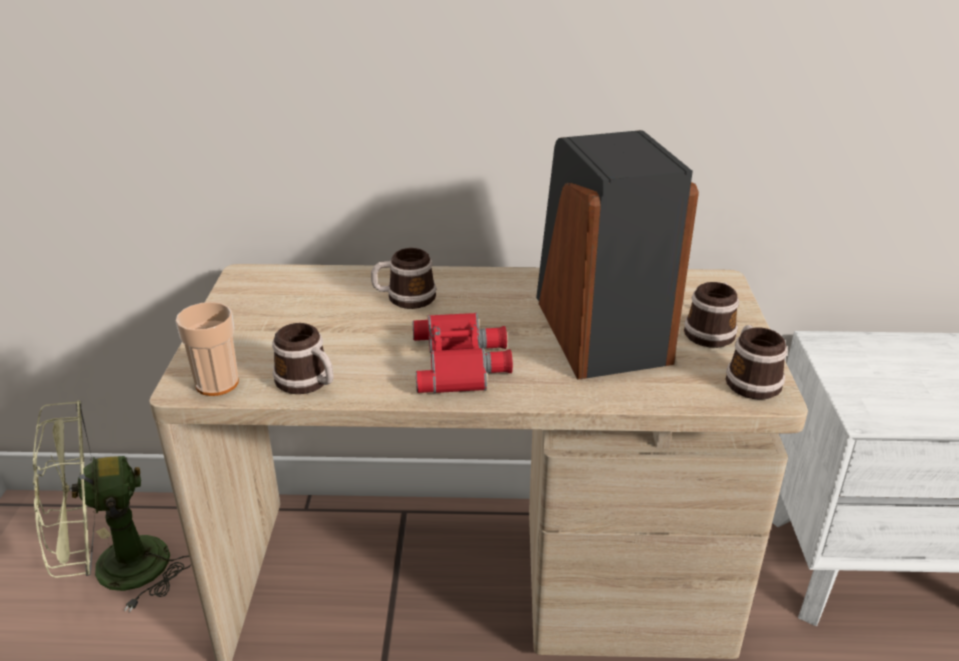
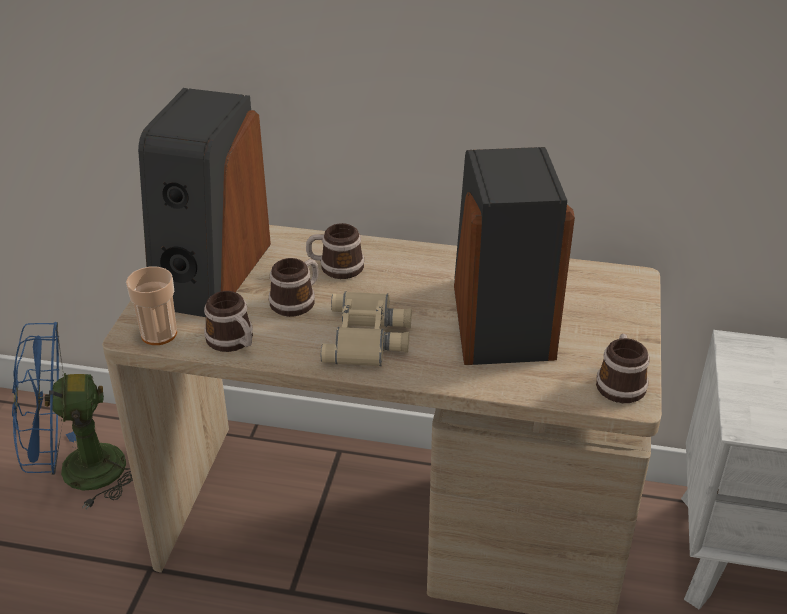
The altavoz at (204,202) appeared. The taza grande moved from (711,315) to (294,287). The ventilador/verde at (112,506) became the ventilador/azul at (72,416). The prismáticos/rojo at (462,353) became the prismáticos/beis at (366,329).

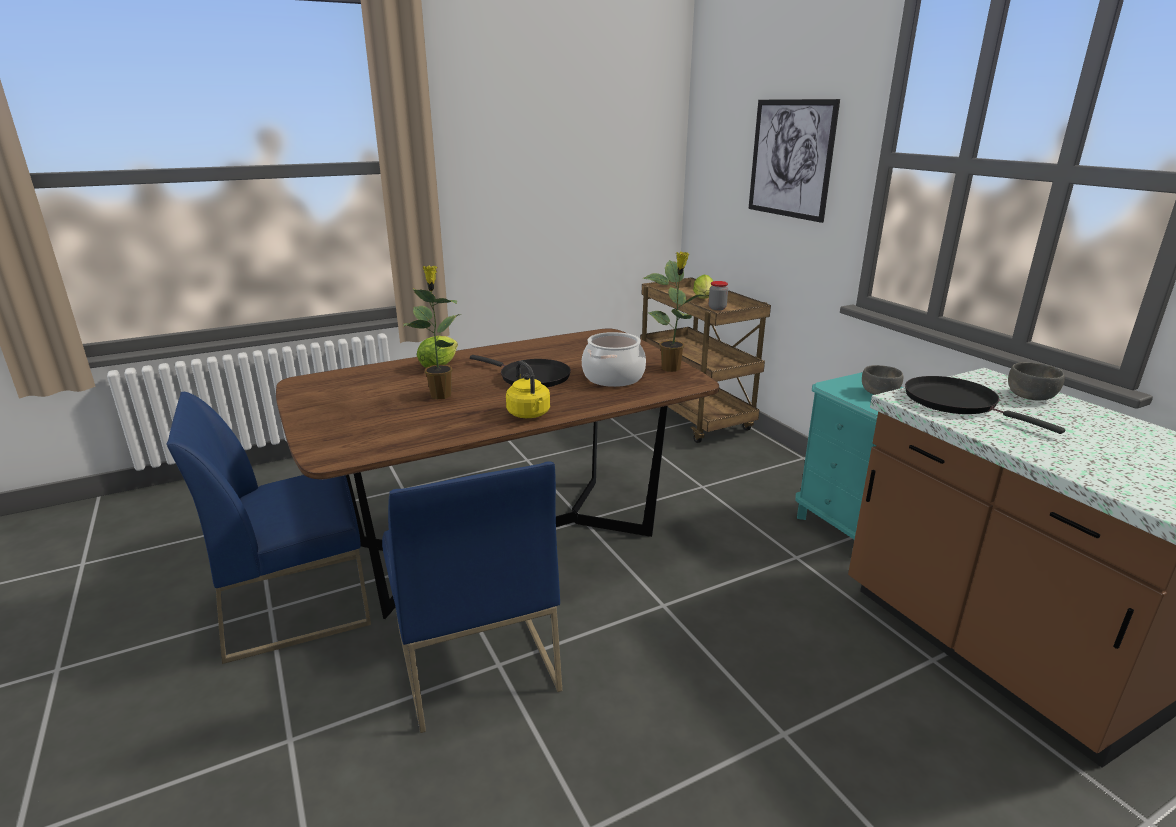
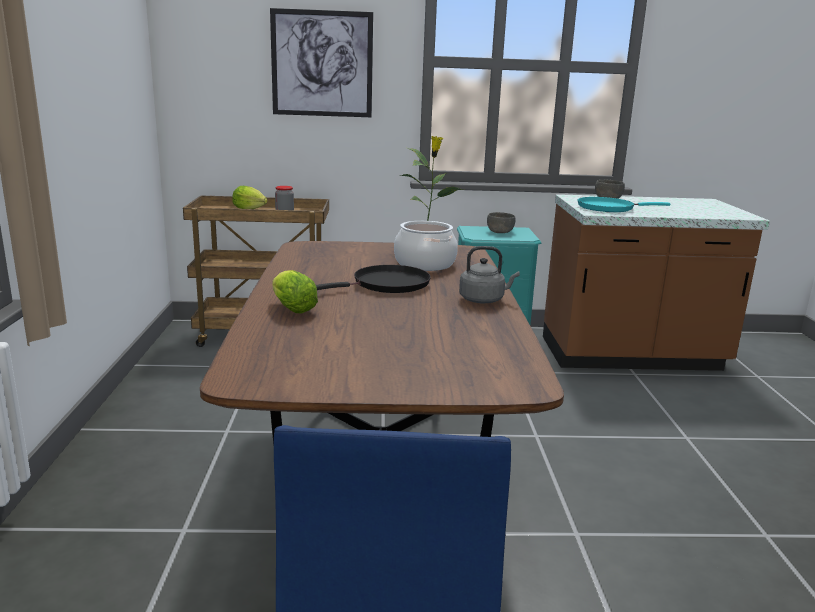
The silla/azul at (472,597) disappeared. The planta en maceta at (432,332) disappeared. The hervidor/amarillo at (528,389) became the hervidor/gris at (489,274). The sartén/negro at (985,405) became the sartén/turquesa at (624,204).

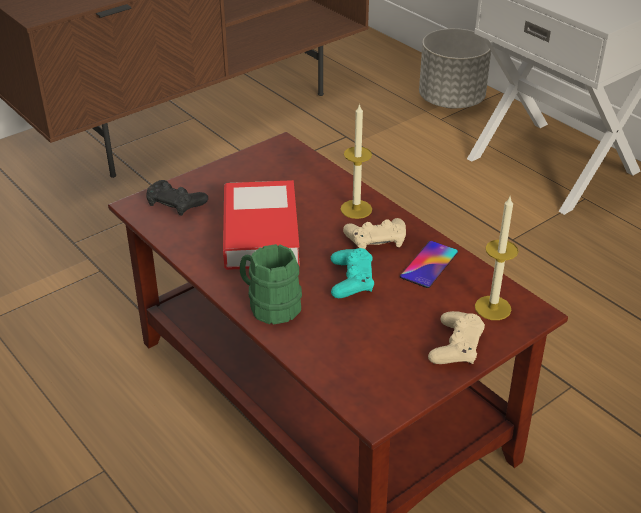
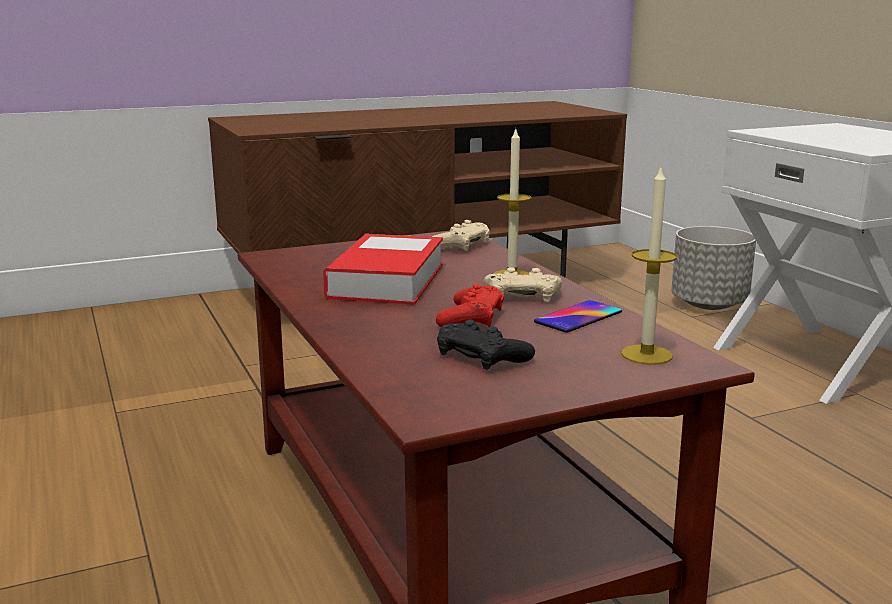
The taza grande/verde at (271,284) disappeared. The mando de consola/negro moved from (177,198) to (486,345). The mando de consola/beis moved from (456,337) to (461,235). The mando de consola/turquesa at (352,273) became the mando de consola/rojo at (470,305).

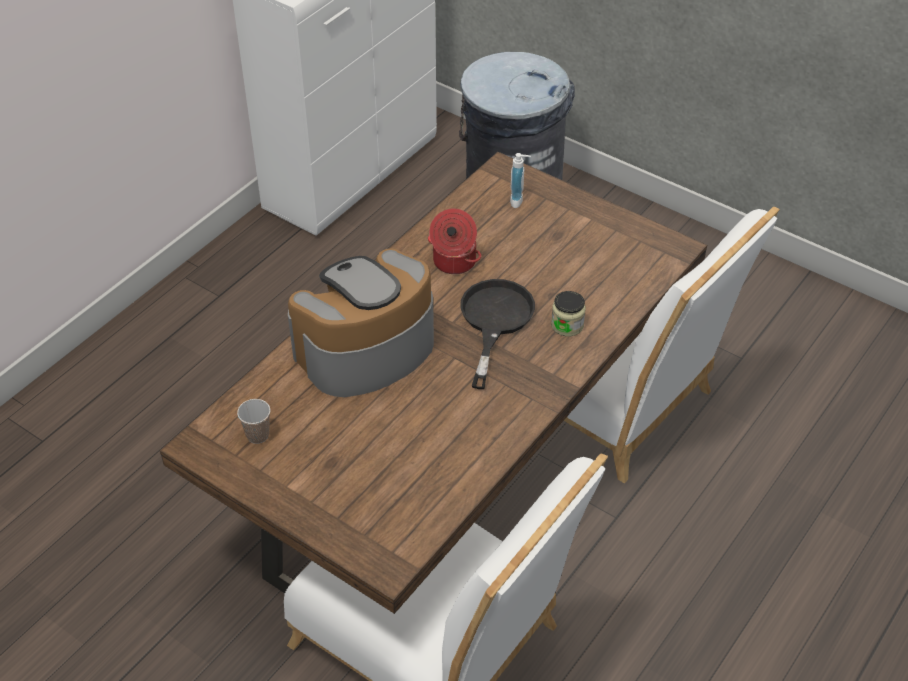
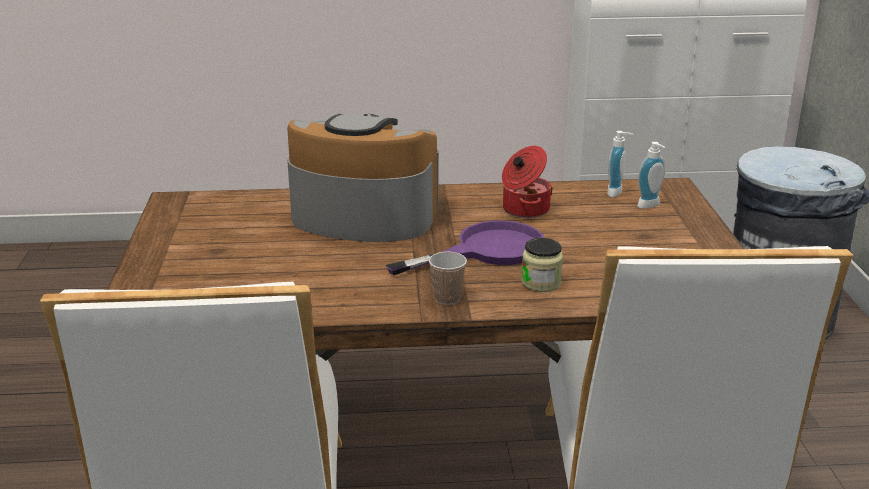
The dispensador de jabón at (620,164) appeared. The taza moved from (253,421) to (448,278). The sartén/negro at (497,334) became the sartén/morado at (465,247).

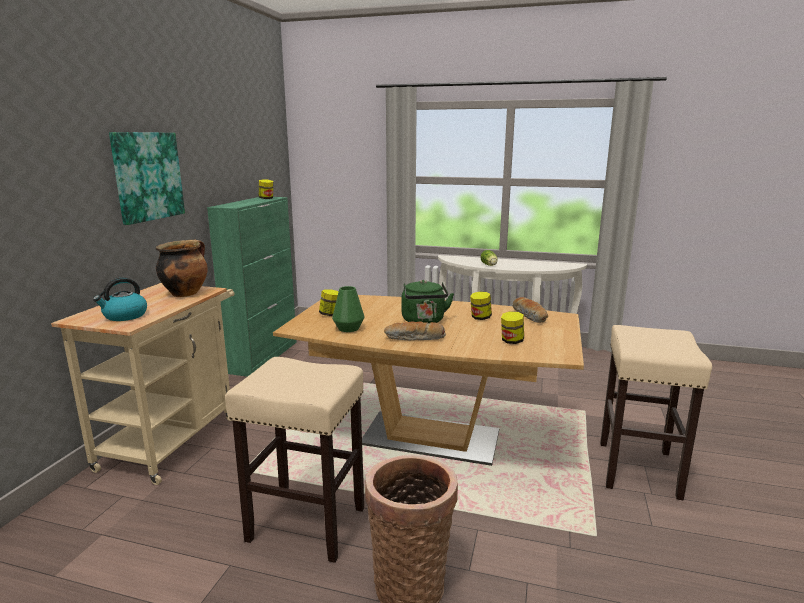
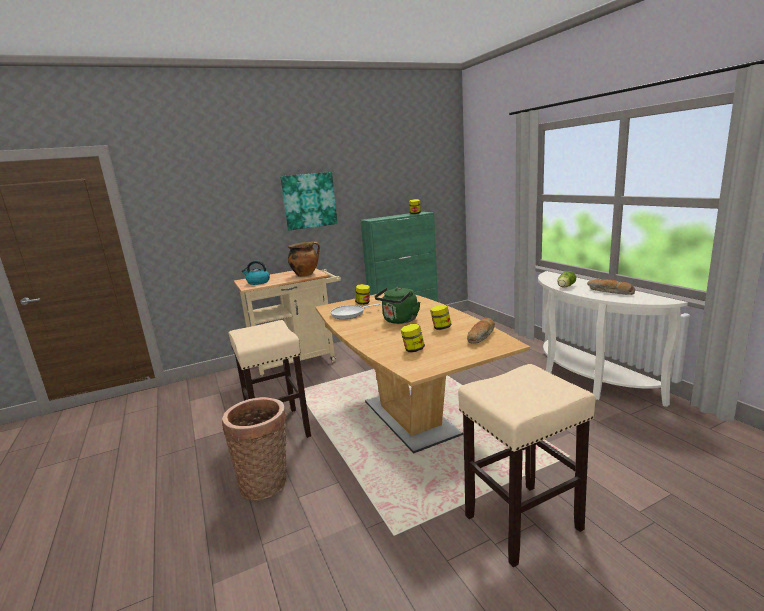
The pan moved from (415,330) to (611,287). The florero/verde at (348,309) was replaced by the sartén at (355,311).

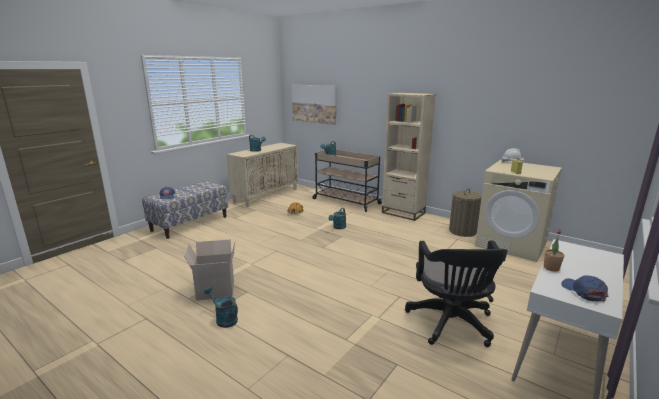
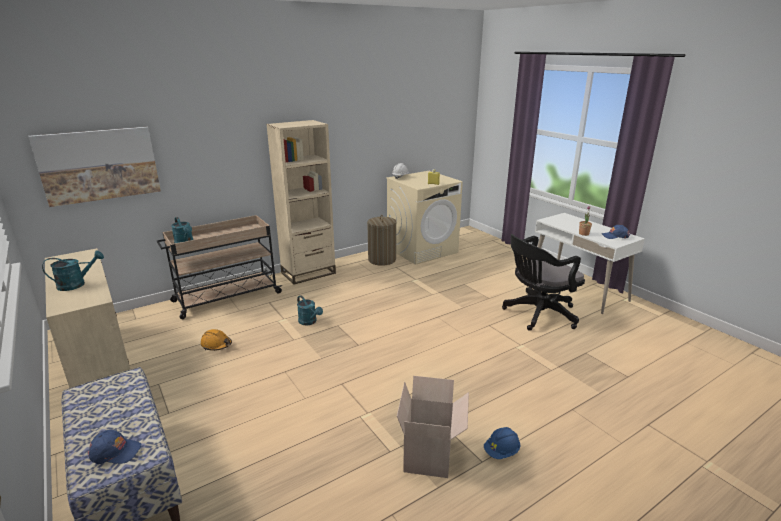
The regadera/turquesa at (221,307) was replaced by the casco/azul at (502,443). The silla de oficina/negro at (456,294) turned 135 degrees clockwise.

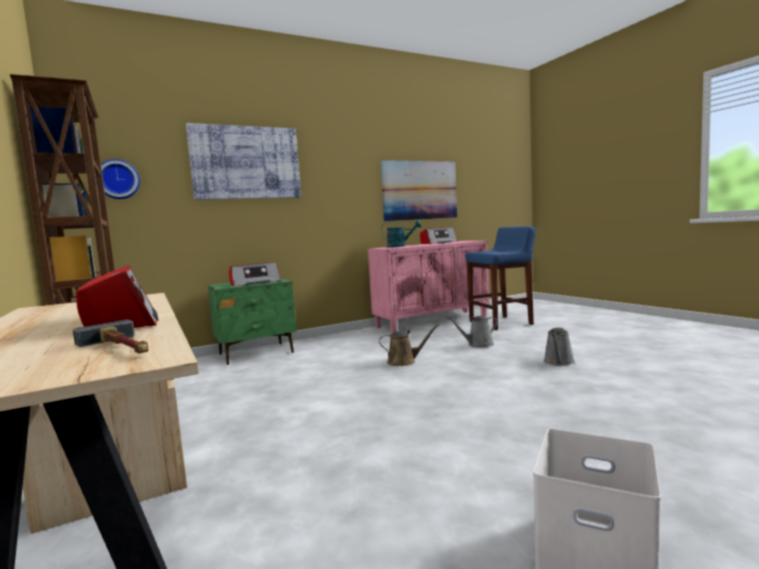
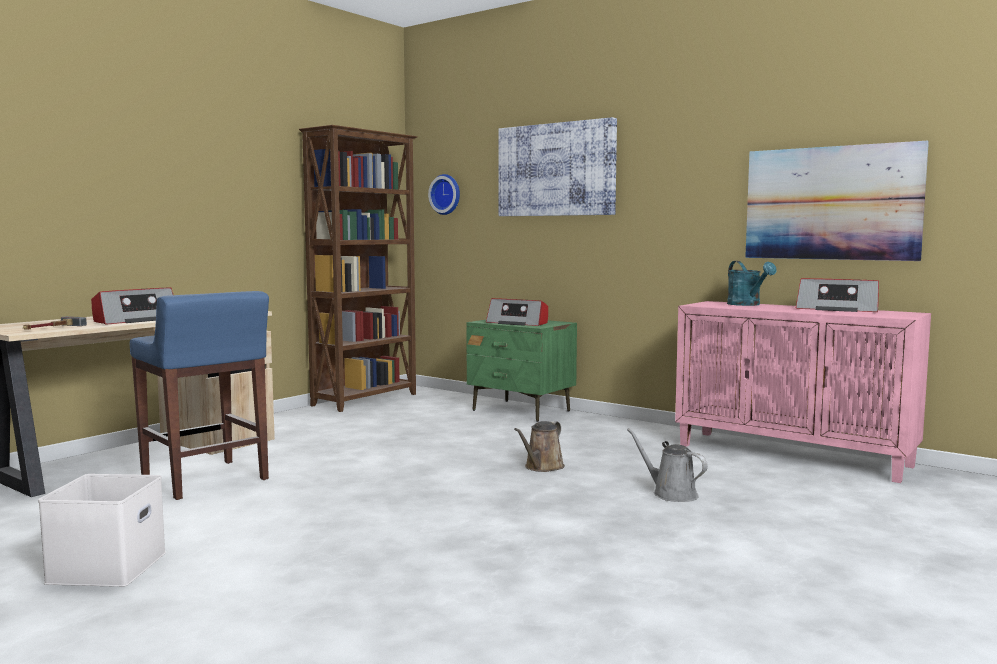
The regadera/gris at (559,346) disappeared. The taburete/azul moved from (500,278) to (199,395). The regadera/marrón at (409,345) turned 60 degrees clockwise.

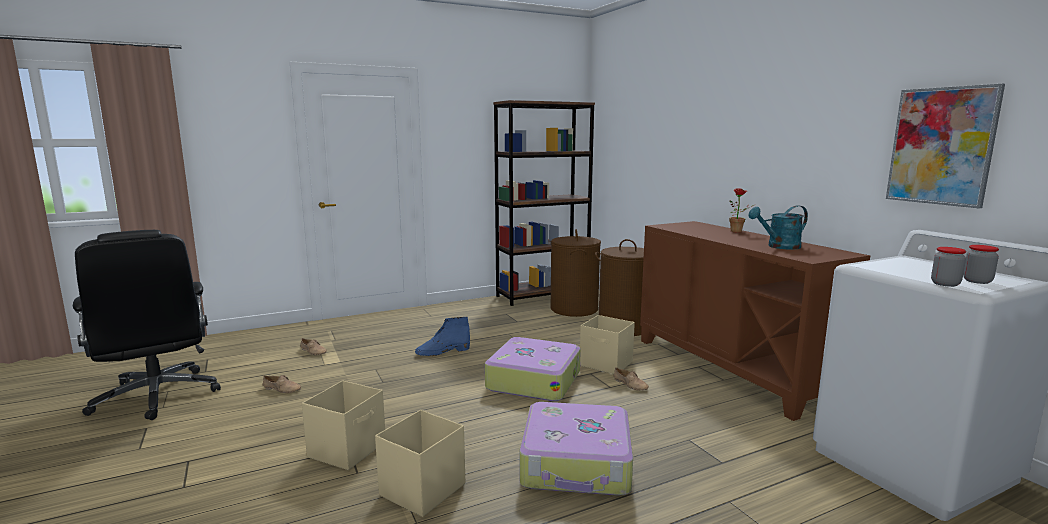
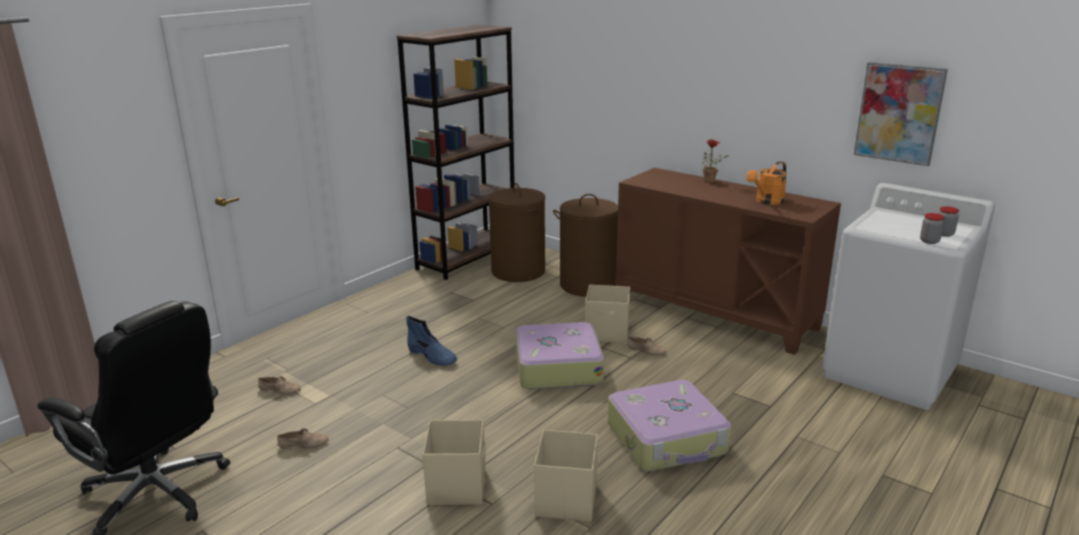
The regadera/turquesa at (778,227) became the regadera/naranja at (766,183). The bota/azul at (442,336) turned 90 degrees counterclockwise.

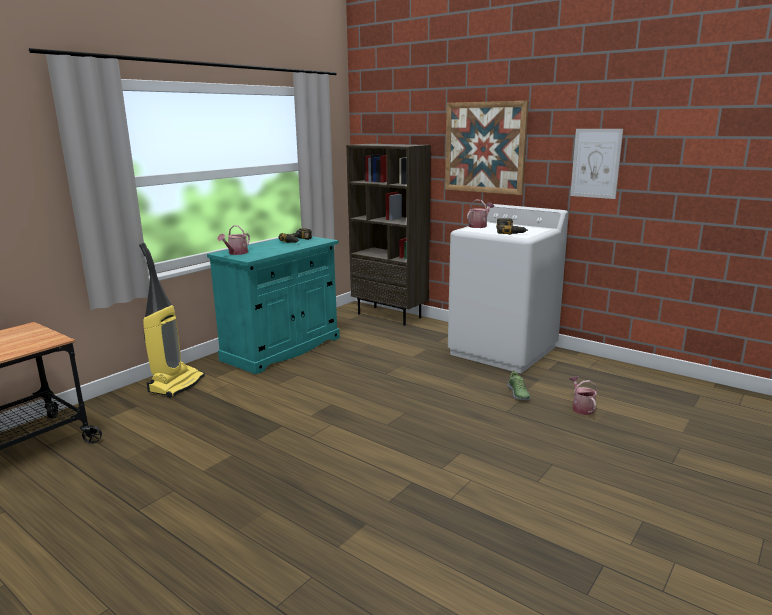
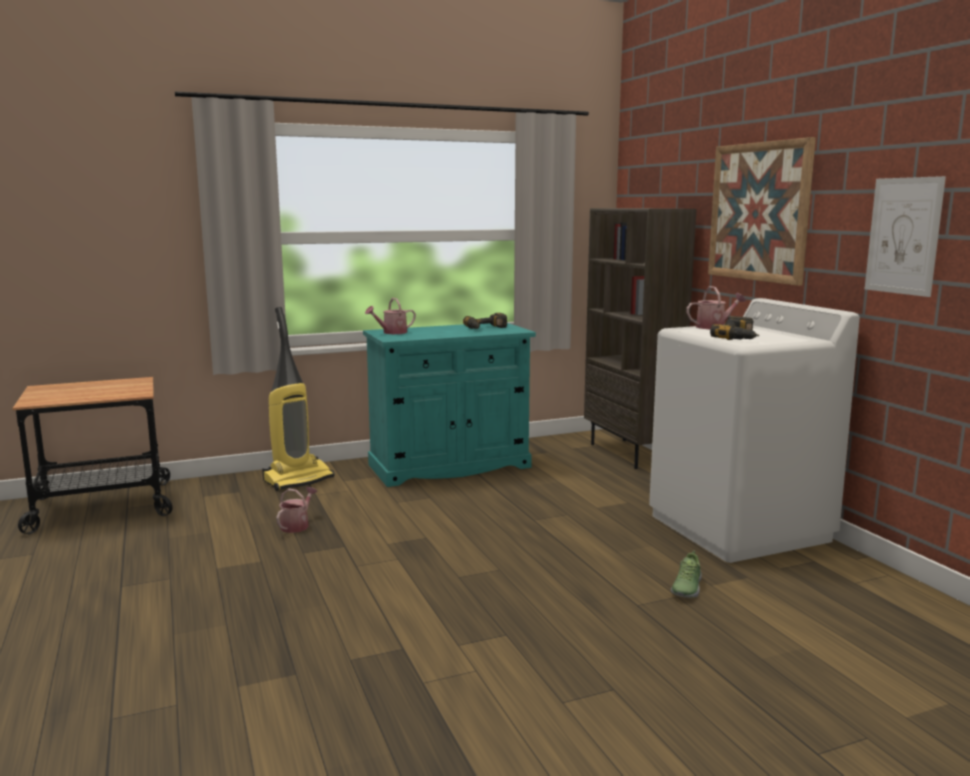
The regadera moved from (583,395) to (296,510).

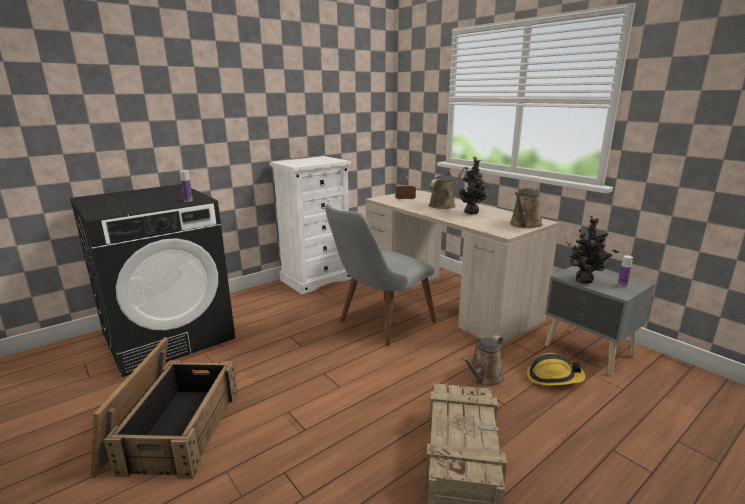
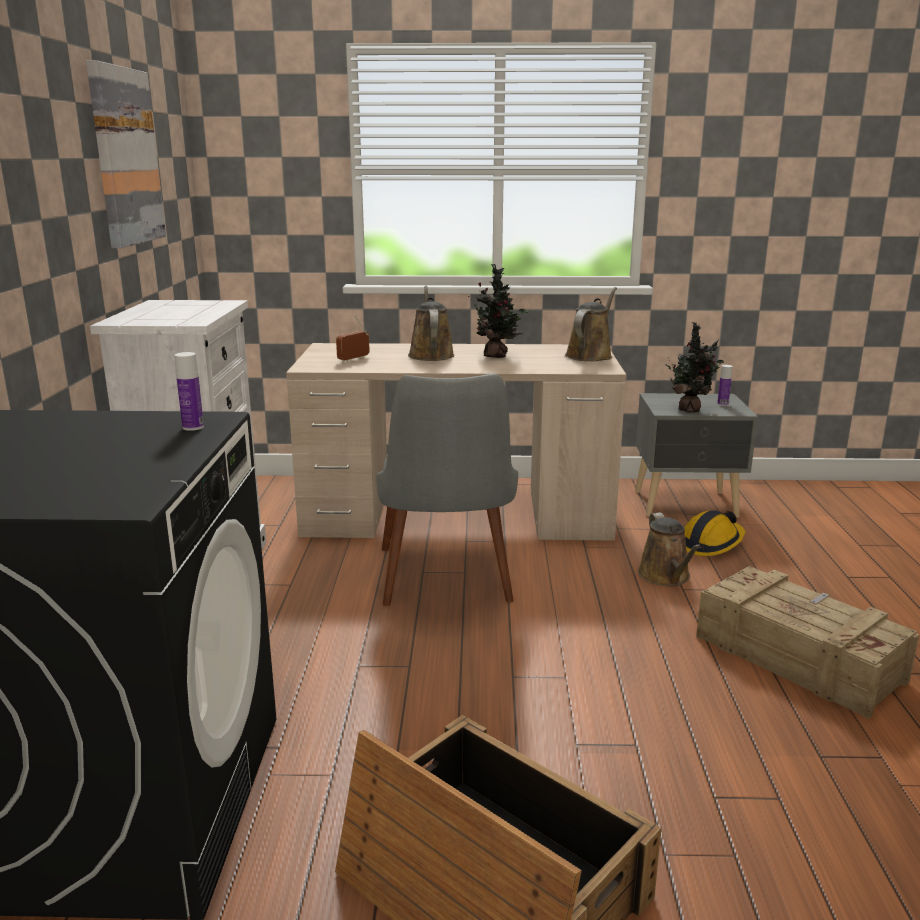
The cuadro at (126,154) appeared. The regadera/marrón at (526,208) turned 135 degrees counterclockwise.

